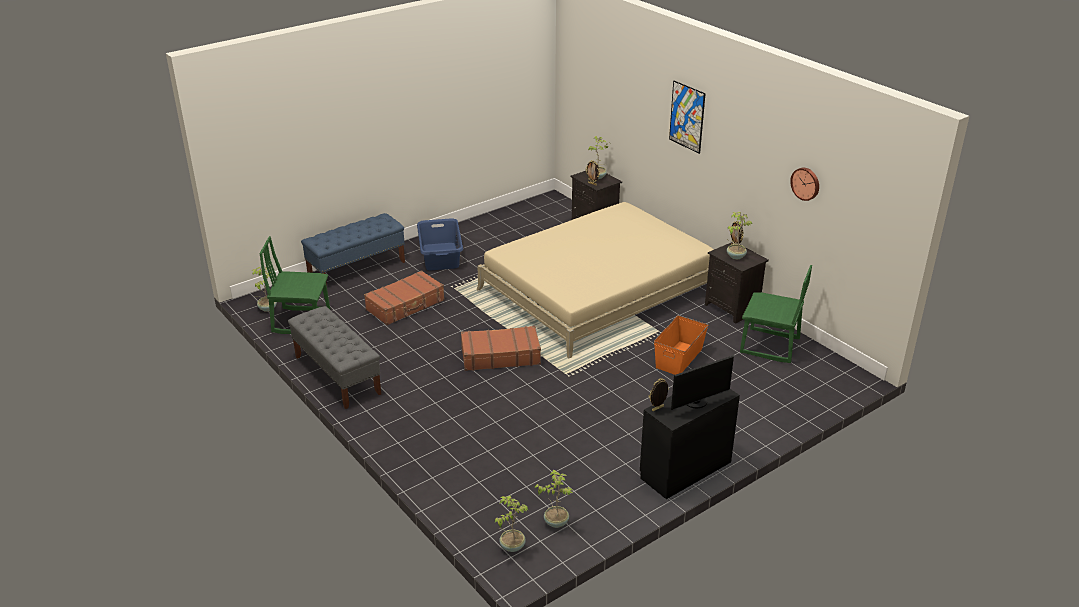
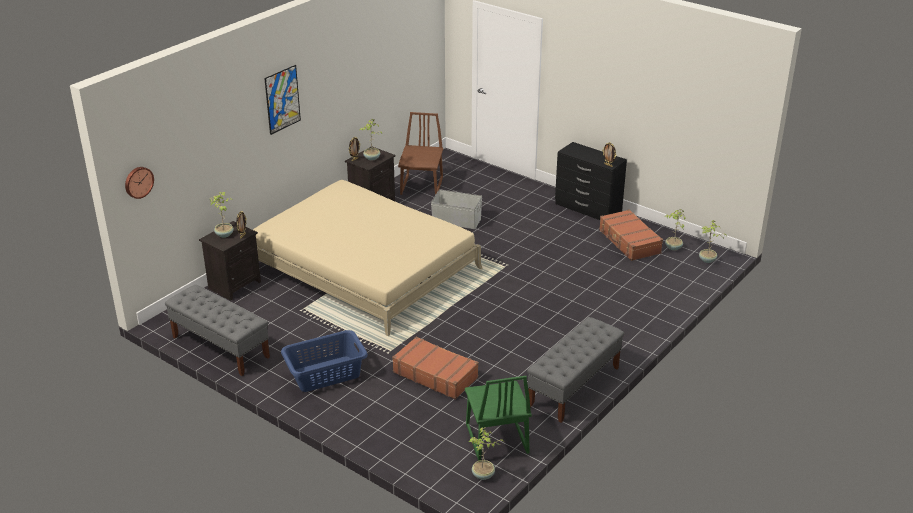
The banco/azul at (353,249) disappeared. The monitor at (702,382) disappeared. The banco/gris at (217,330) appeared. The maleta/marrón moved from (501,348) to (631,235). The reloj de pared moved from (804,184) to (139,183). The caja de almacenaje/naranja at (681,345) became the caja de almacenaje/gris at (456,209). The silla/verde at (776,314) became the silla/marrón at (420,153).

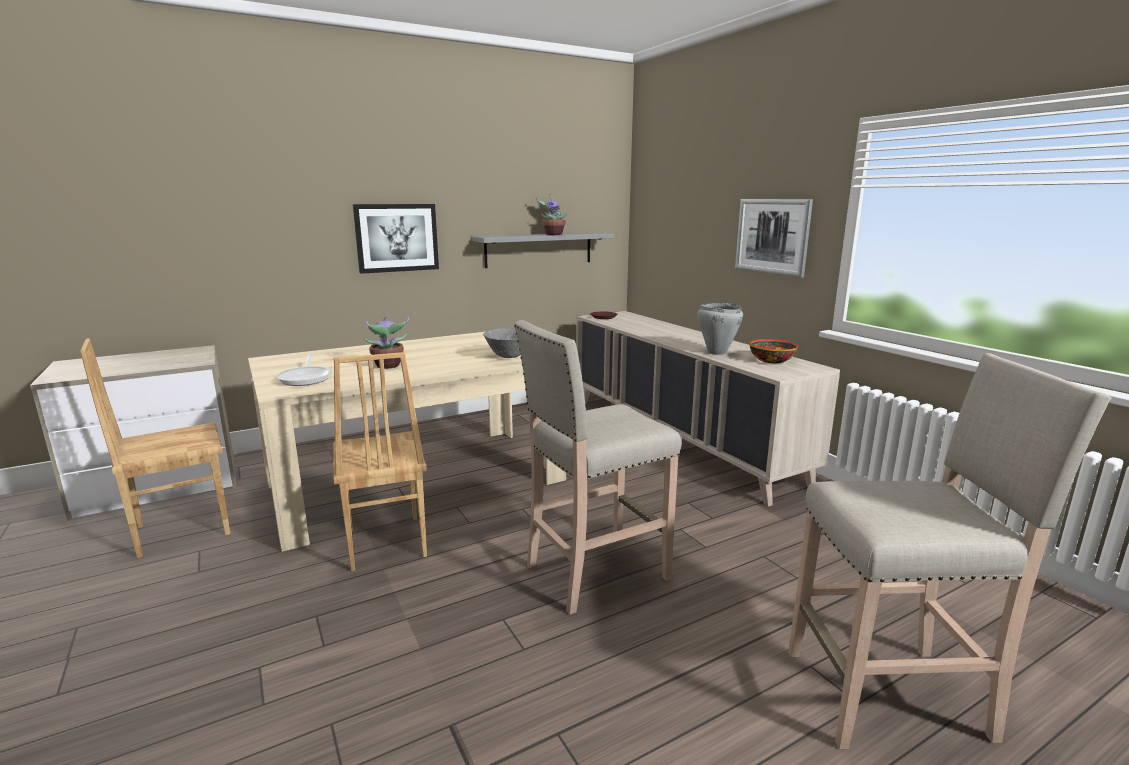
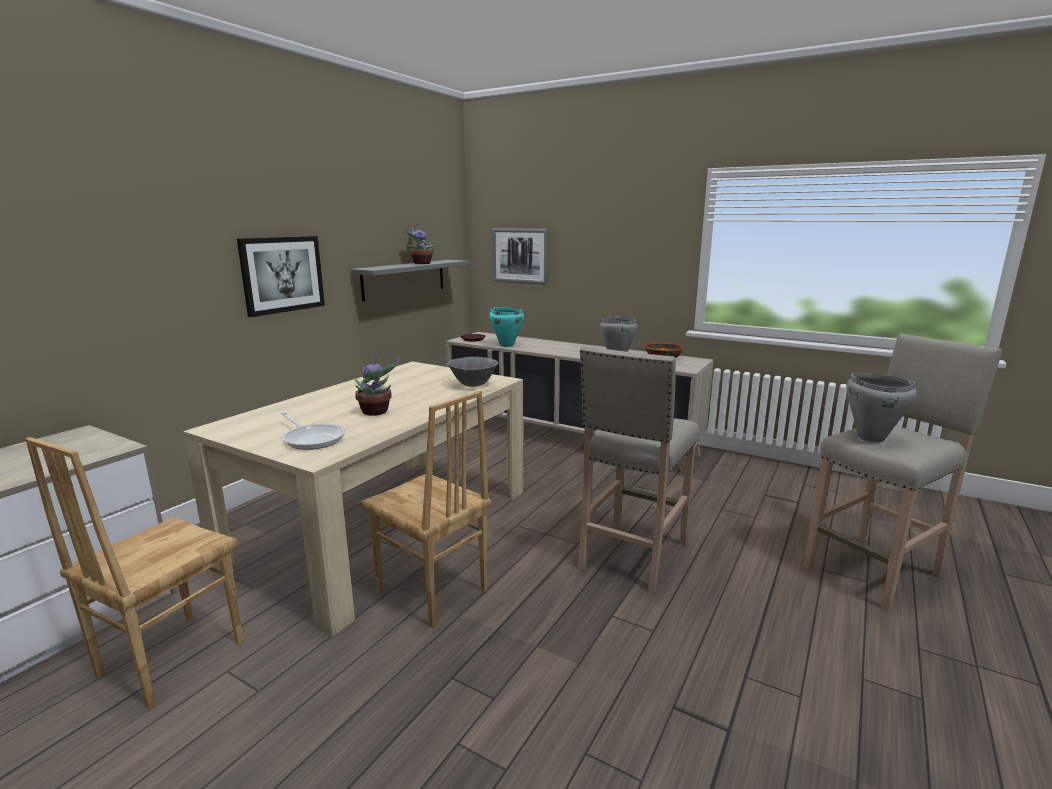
The olla/turquesa at (506,327) appeared. The olla/gris at (881,408) appeared. The cuadro moved from (774,238) to (520,256).

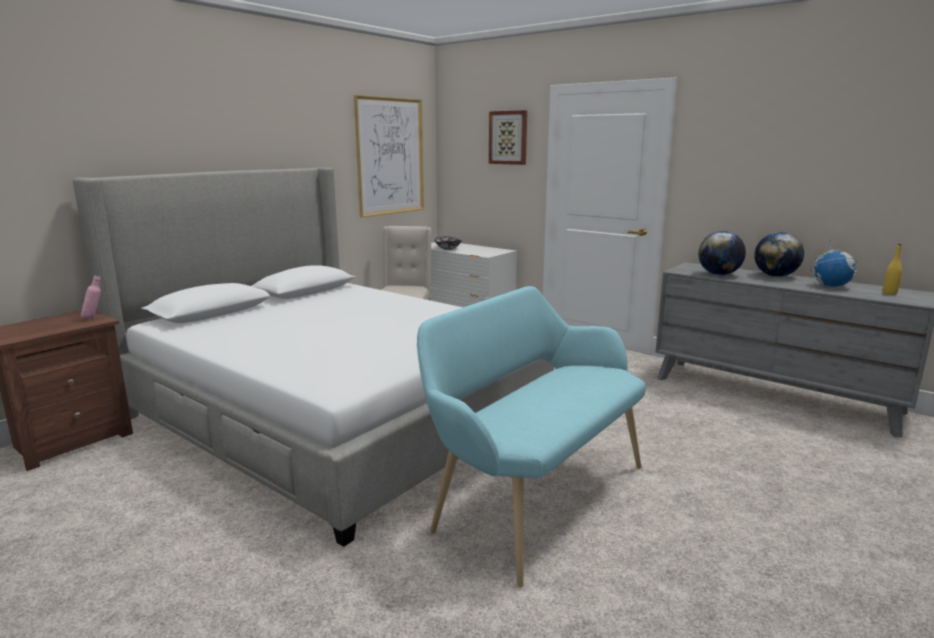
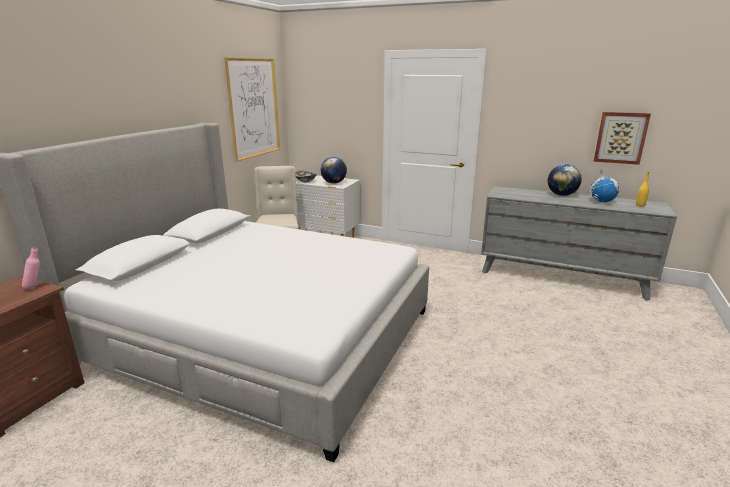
The banco/turquesa at (531,436) disappeared. The cuadro moved from (508,137) to (622,138). The globo terráqueo moved from (722,253) to (334,170).

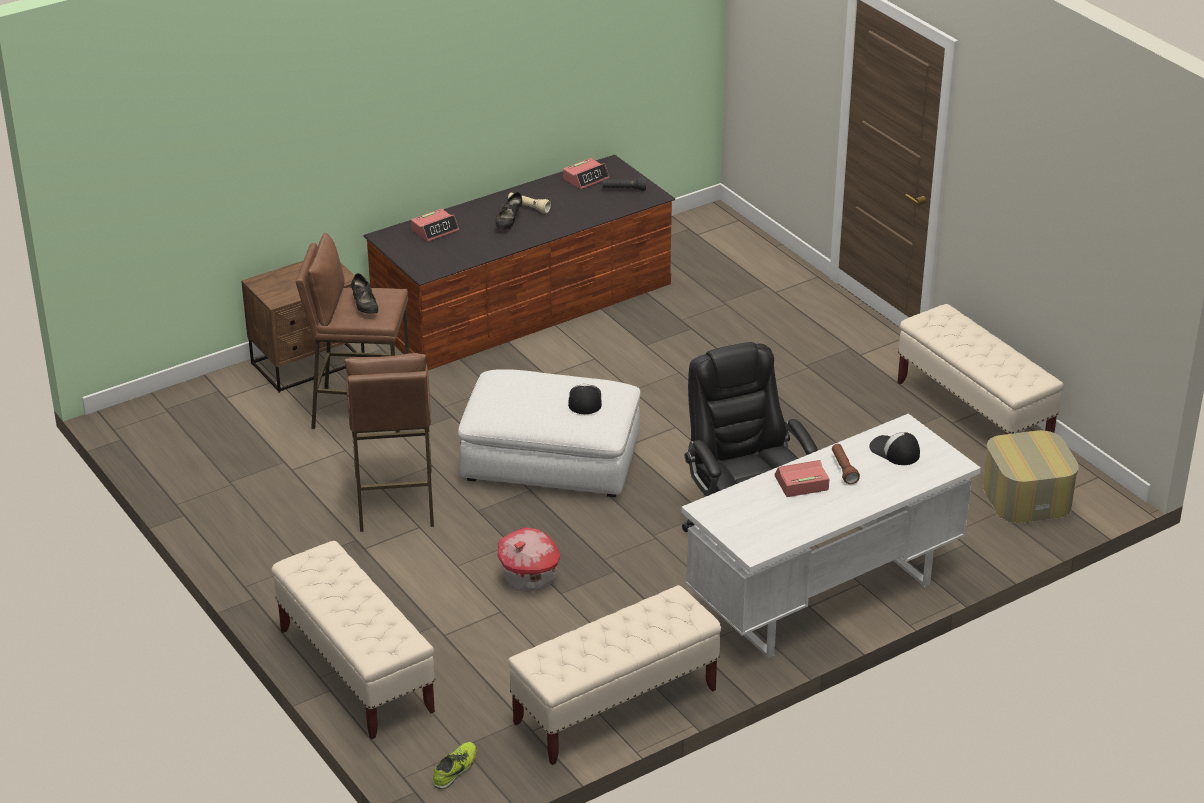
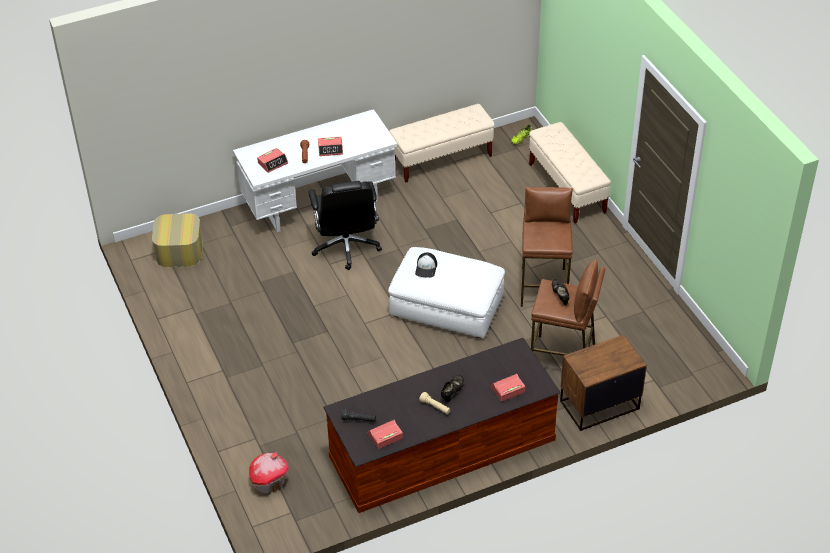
The banco/beis at (980,369) disappeared. The casita moved from (529,559) to (269,473). The gorra at (894,448) was replaced by the despertador at (272,160).

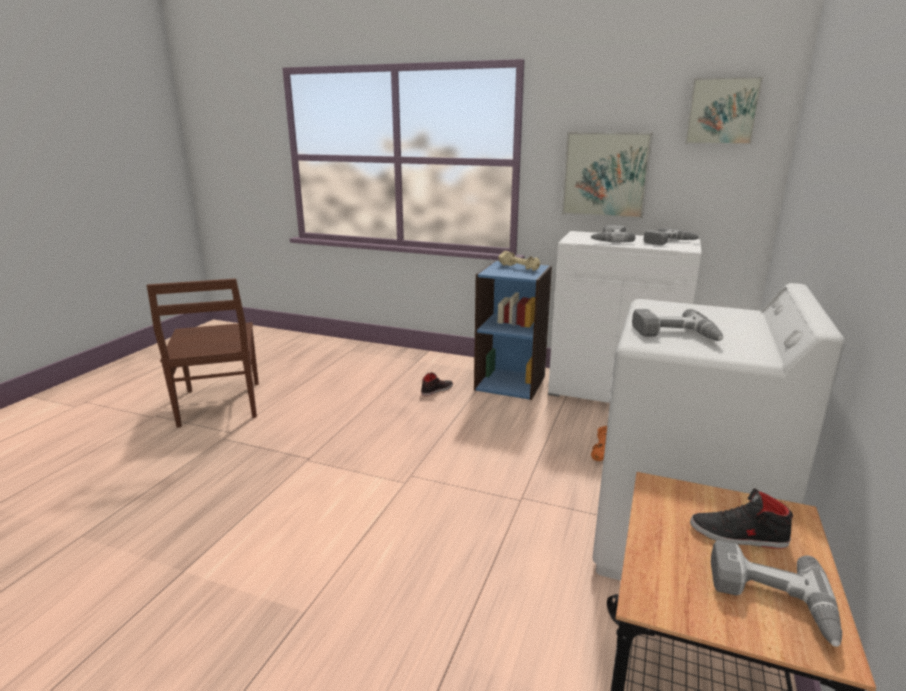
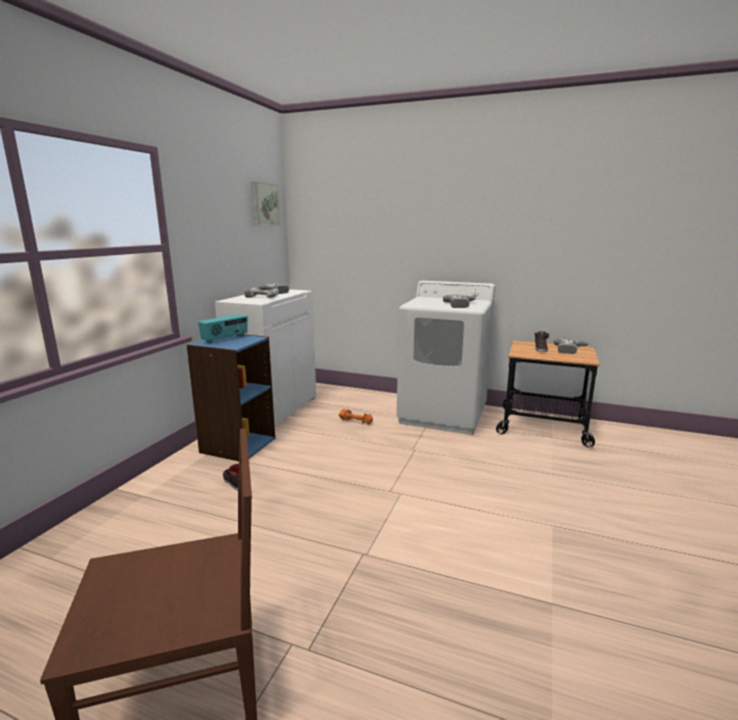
The cuadro at (607,175) disappeared. The mancuerna/beis at (519,261) was replaced by the radio at (223,329).

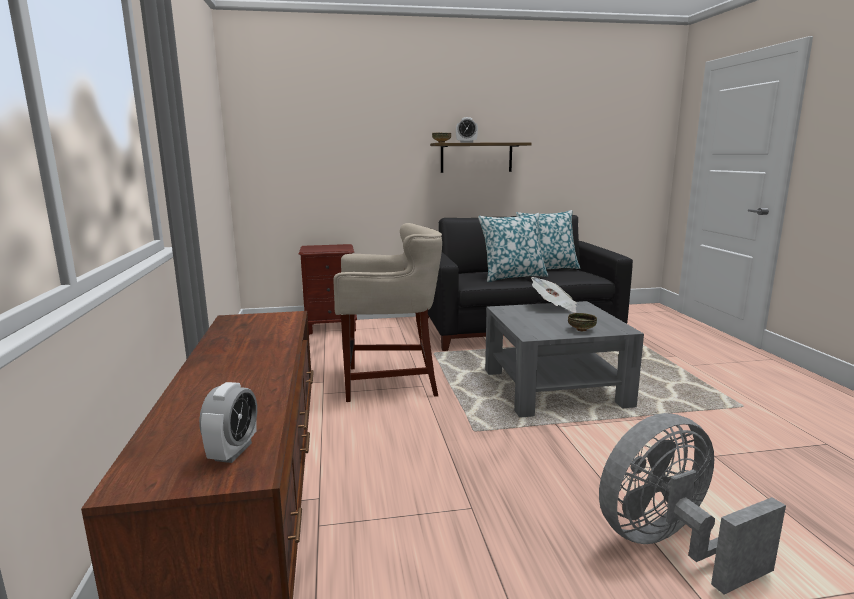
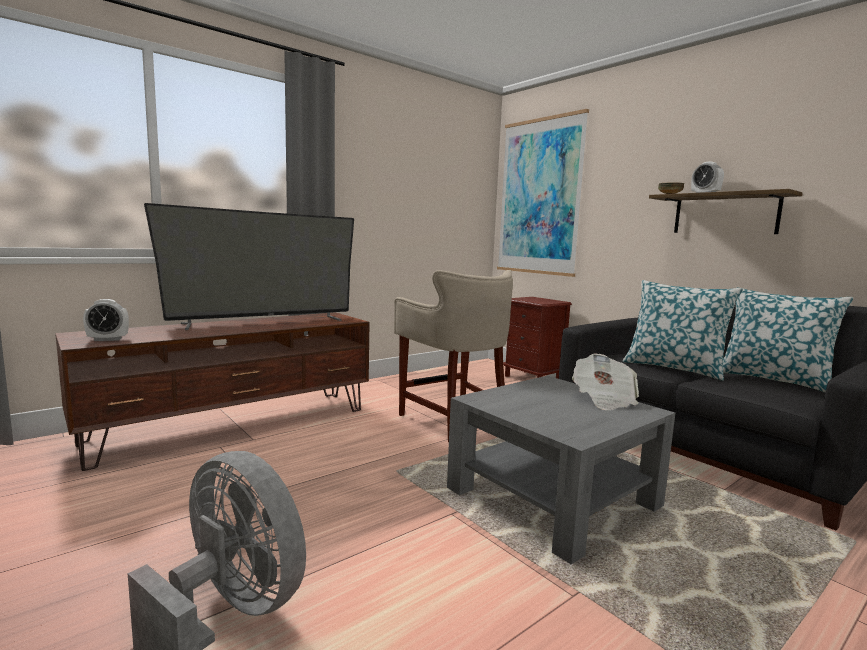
The cuenco at (582,322) disappeared. The televisor at (249,266) appeared. The cuadro at (543,193) appeared.

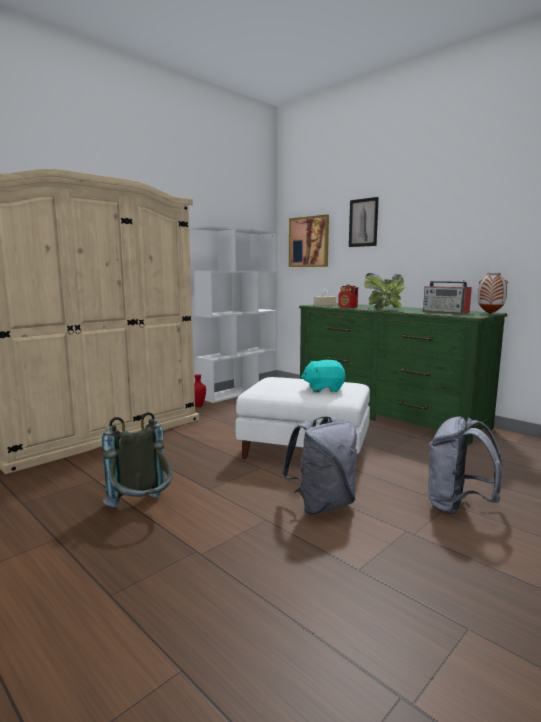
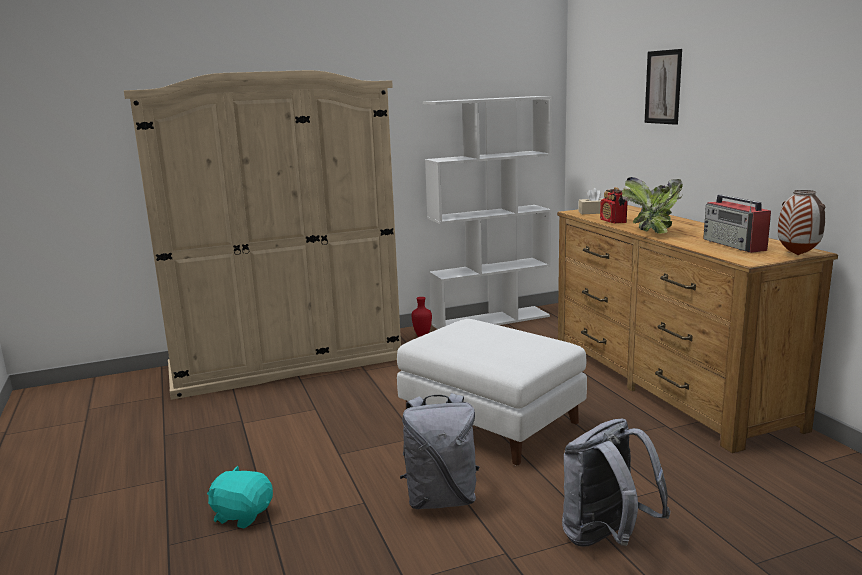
The mochila/gris at (137,460) disappeared. The cuadro at (309,241) disappeared. The peluche/turquesa moved from (323,376) to (240,497). The cómoda/verde at (403,374) became the cómoda/marrón at (697,329).

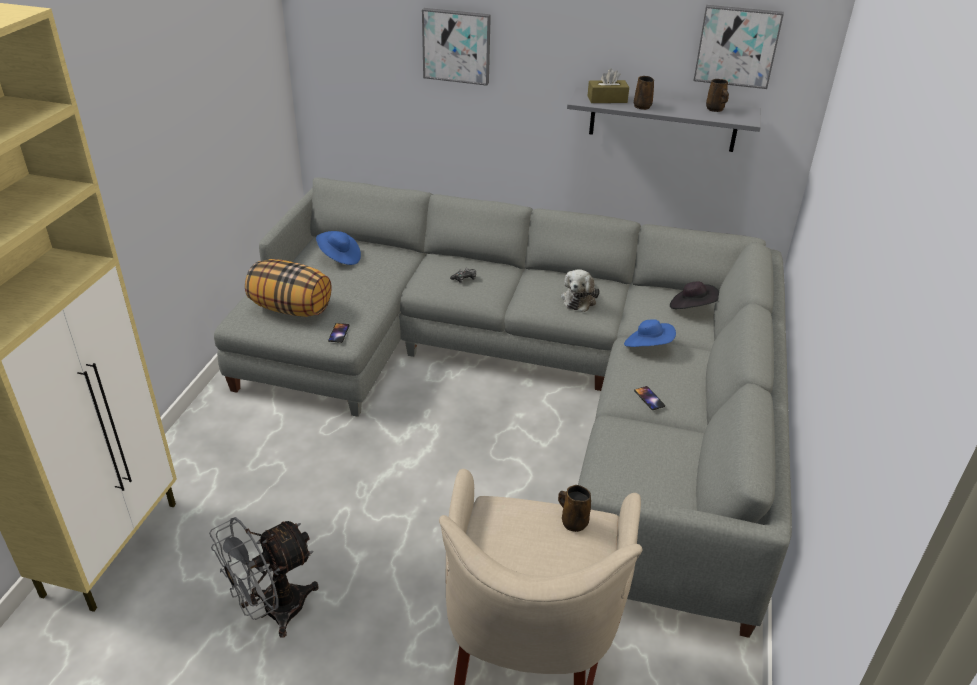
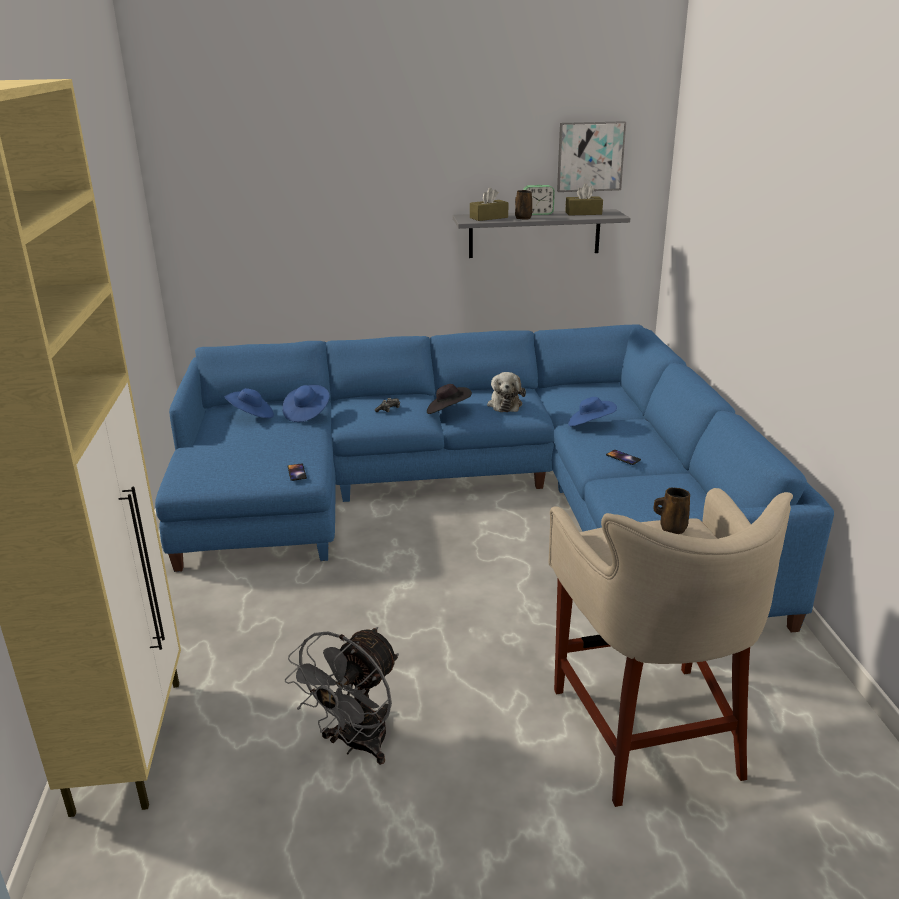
The cojín at (288,288) disappeared. The cuadro at (456,47) disappeared. The sombrero/azul at (306,403) appeared. The despertador at (539,200) appeared. The sombrero/negro moved from (694,295) to (449,399). The taza grande/marrón at (717,95) was replaced by the caja de pañuelos/marrón at (584,200). The sofá/gris at (503,408) became the sofá/azul at (494,478).

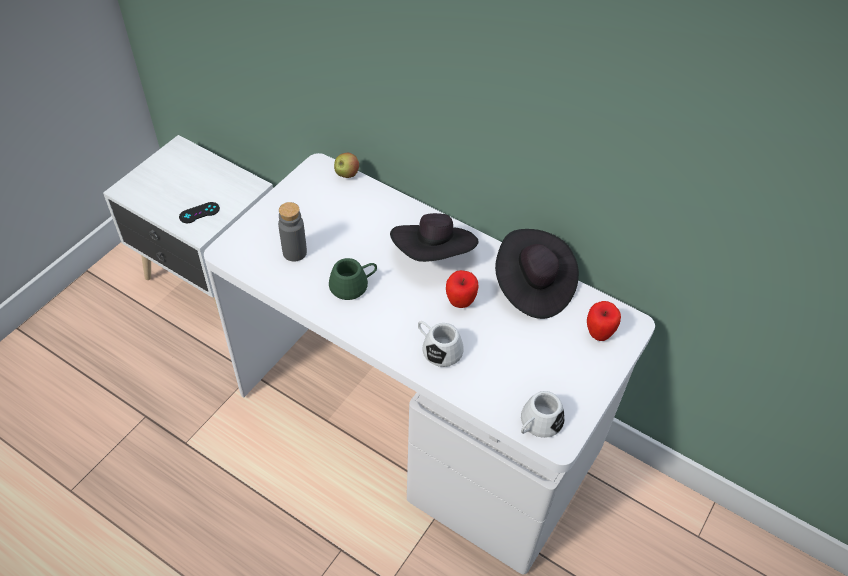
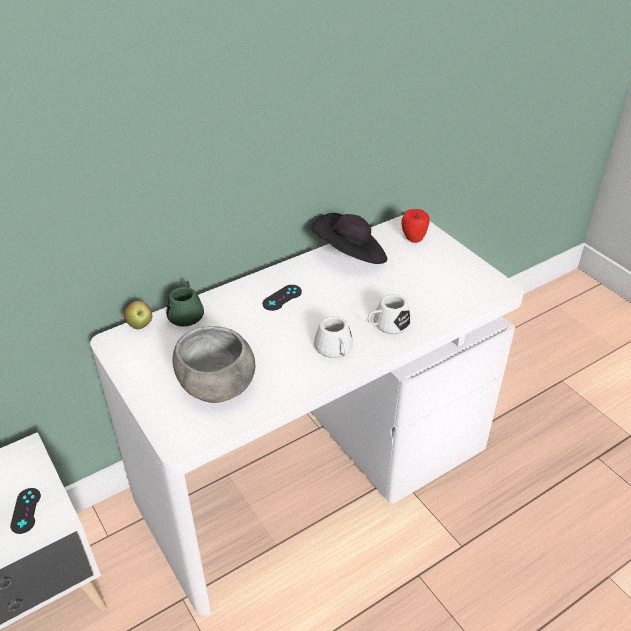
The manzana at (462,289) disappeared. The taza grande/verde moved from (353,279) to (185,303). The taza grande/blanco moved from (543,414) to (333,337). The botella/gris at (292,231) was replaced by the cuenco/gris at (214,364). The sombrero/negro at (434,237) was replaced by the mando de consola/negro at (282,298).

